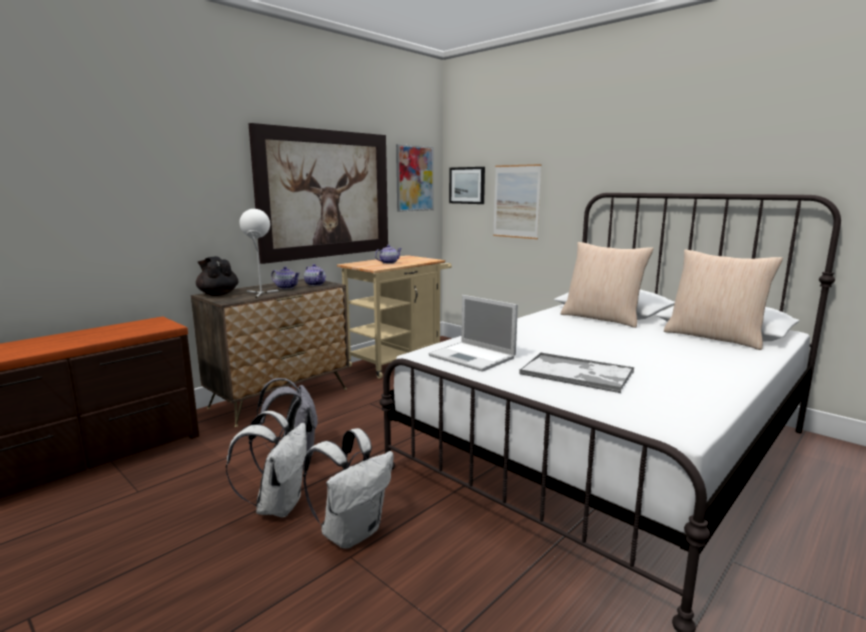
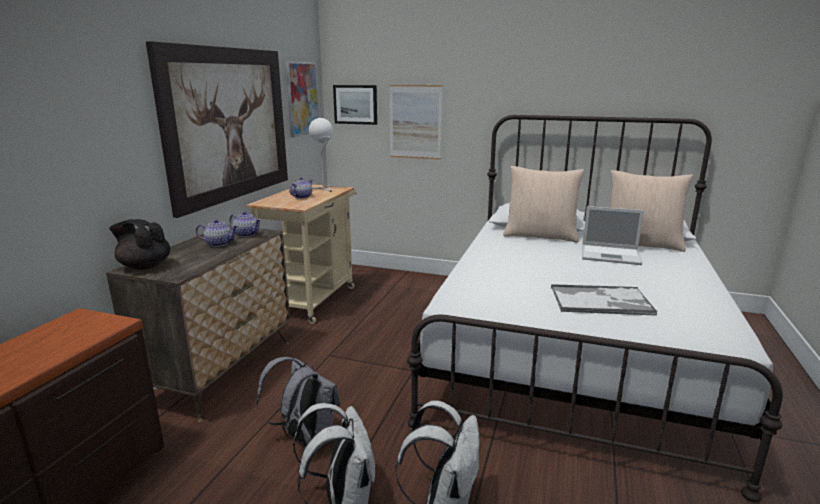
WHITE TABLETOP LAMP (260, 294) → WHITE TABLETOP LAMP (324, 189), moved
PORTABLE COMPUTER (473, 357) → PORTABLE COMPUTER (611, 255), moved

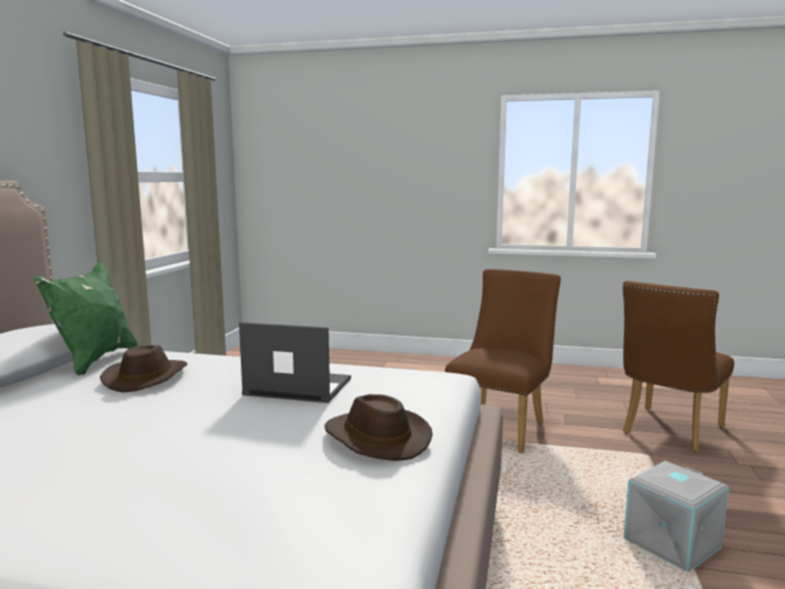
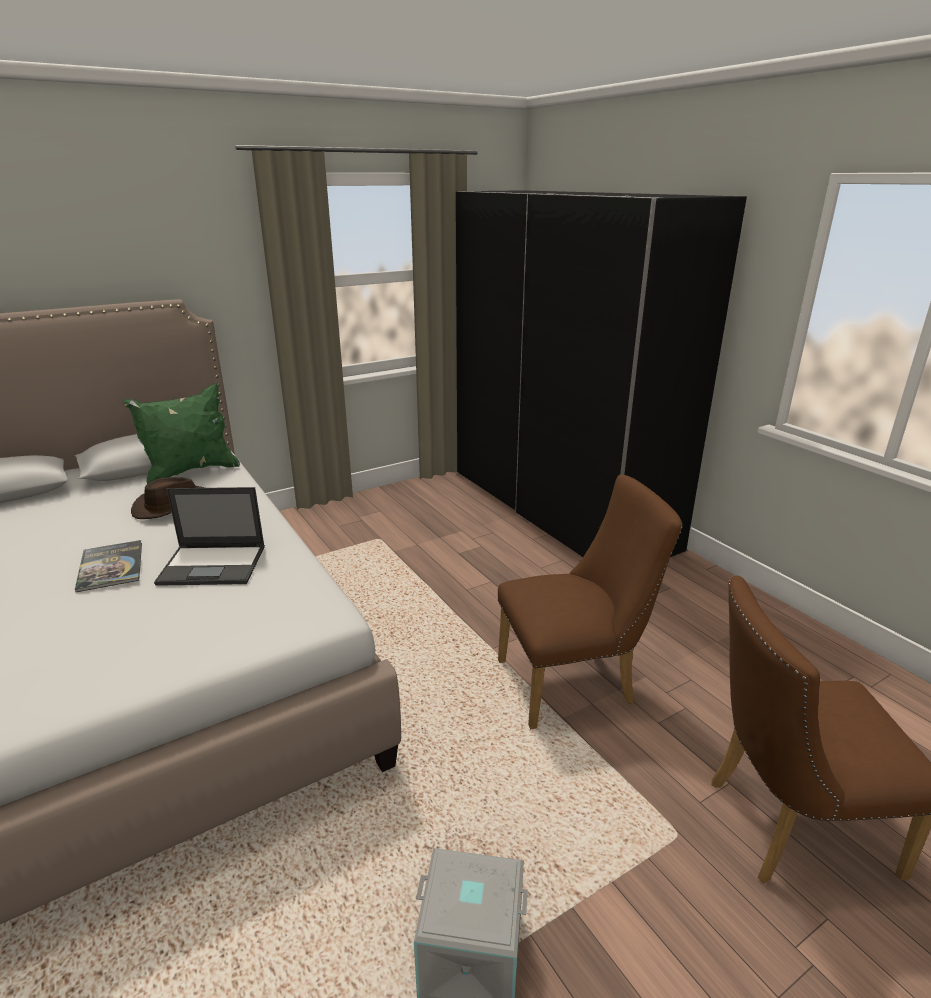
- → VOLUME (111, 566)
PORTABLE COMPUTER (297, 387) → PORTABLE COMPUTER (214, 565), 120 degrees clockwise
- → BLACKISH WARDROBE (555, 507)
BROWN HAT (375, 438) → -

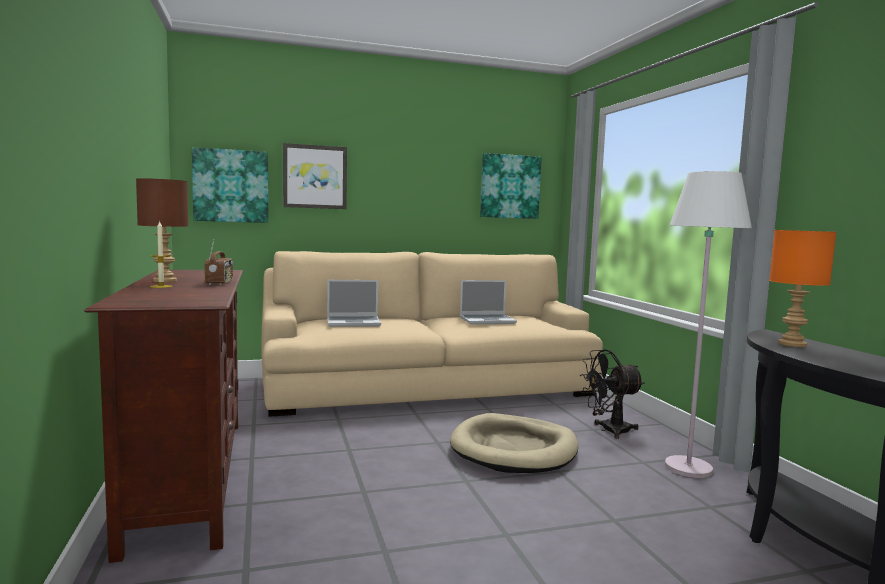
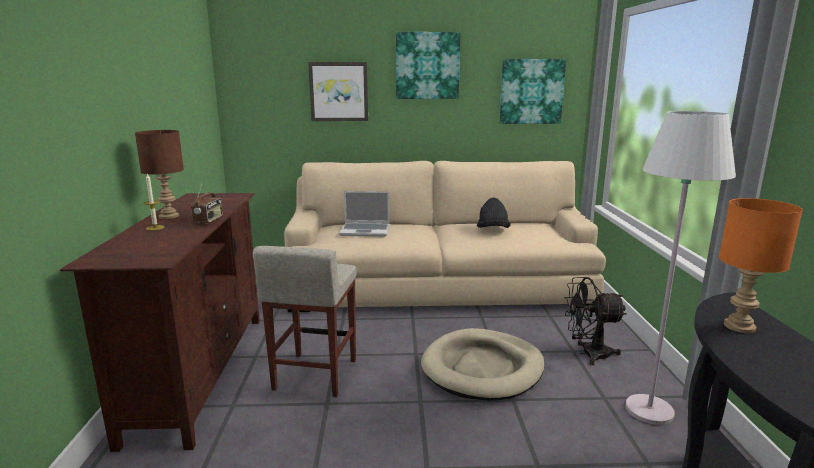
- → SAND-COLOURED SITTING STOOL (315, 375)
PICTURE (231, 186) → PICTURE (427, 66), moved
PORTABLE COMPUTER (487, 320) → BLACKISH HAT (492, 230)

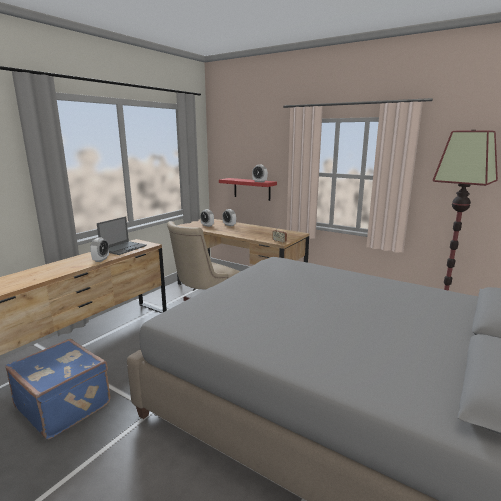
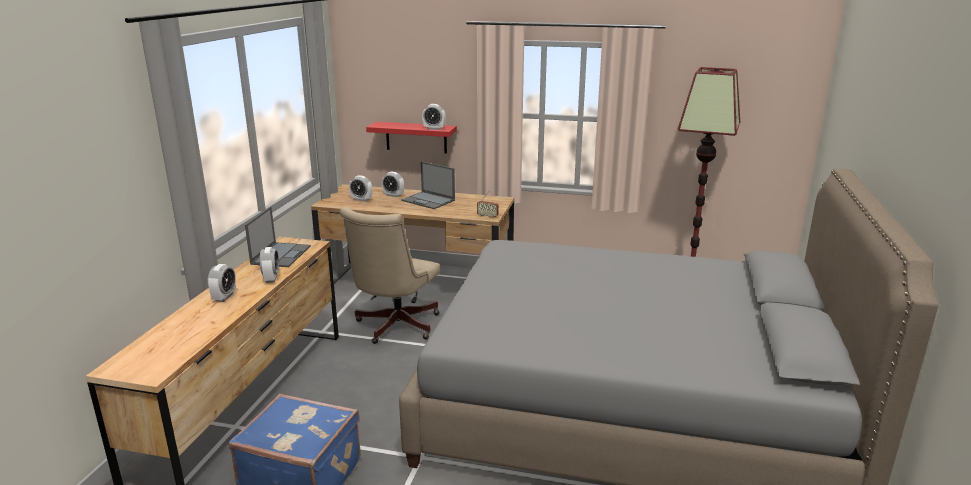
- → ALARM CLOCK (224, 297)
- → PORTABLE COMPUTER (428, 200)

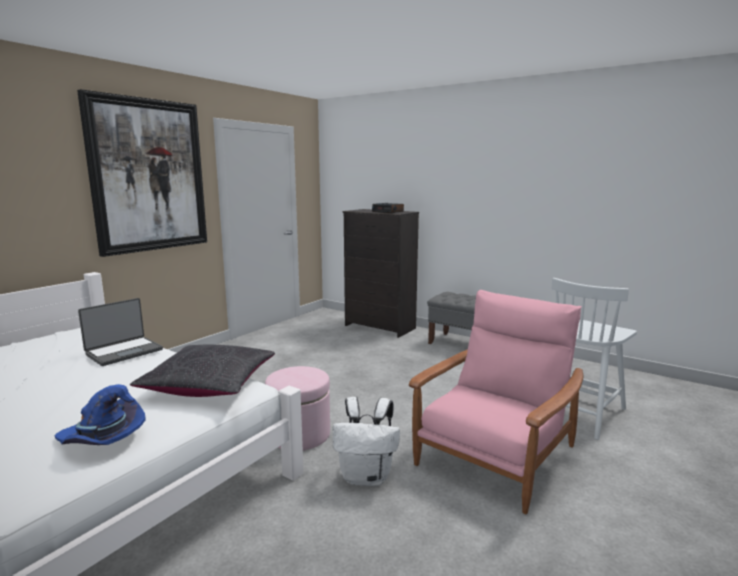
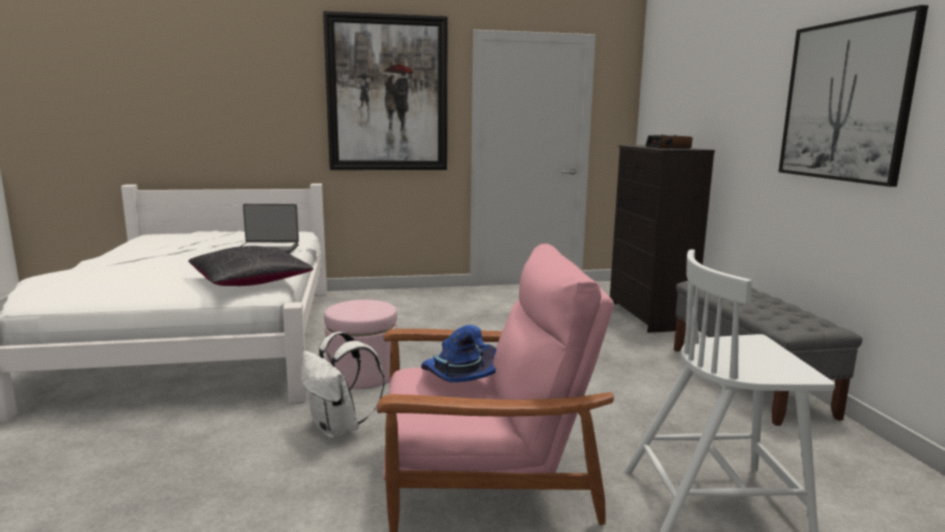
BLUE HAT (102, 439) → BLUE HAT (457, 378), moved
- → PICTURE (845, 101)

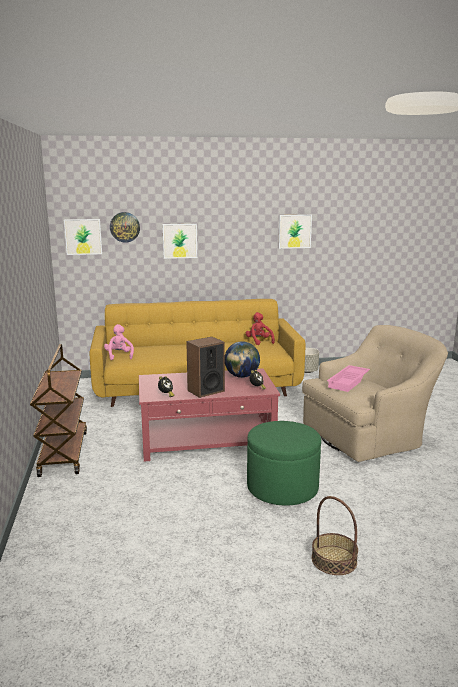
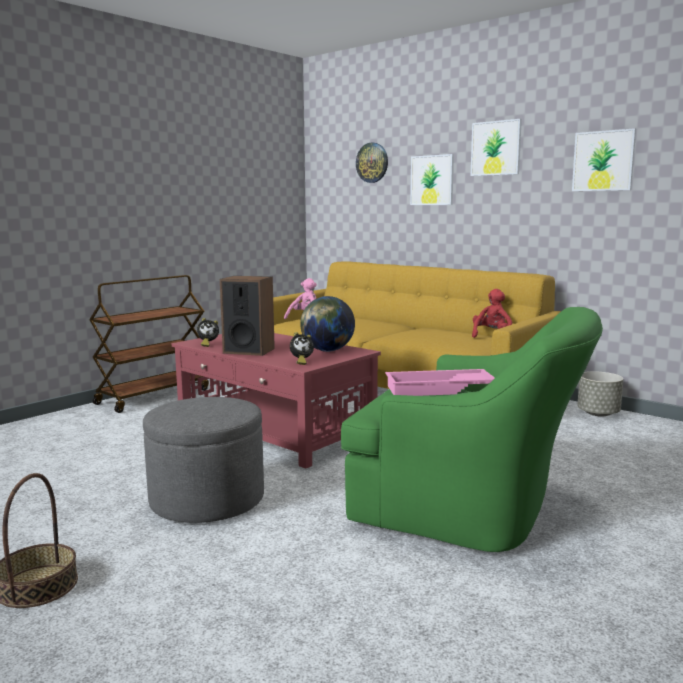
GREEN POUFFE (282, 487) → GRAY POUFFE (207, 500)
SAND-COLOURED EASY CHAIR (369, 435) → GREEN EASY CHAIR (471, 507)
PICTURE (83, 236) → PICTURE (496, 148), moved

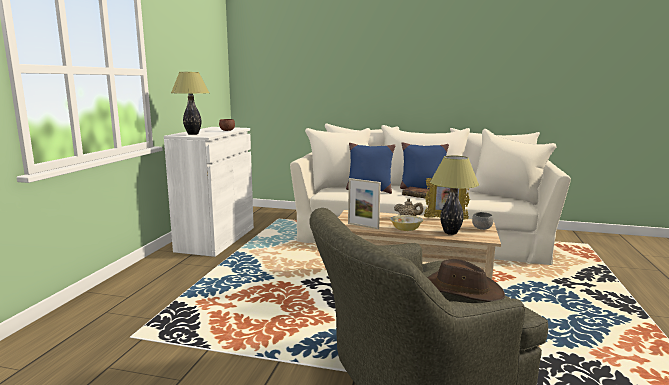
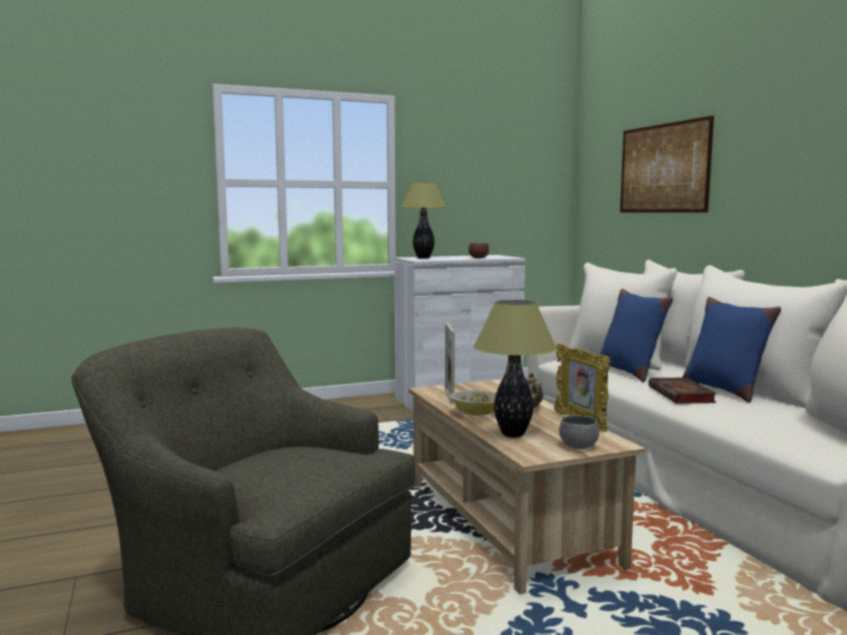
- → PICTURE (663, 168)
BROWN HAT (462, 290) → -

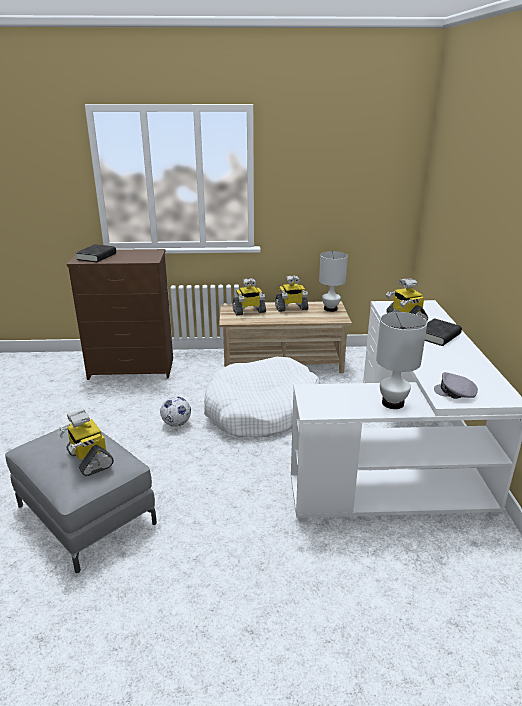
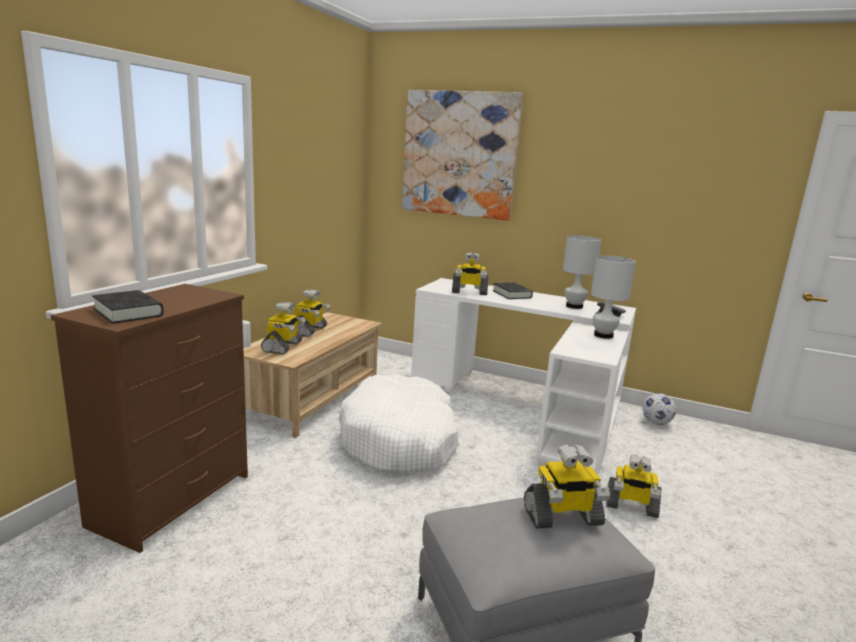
- → PICTURE (459, 154)
WHITE TABLETOP LAMP (330, 309) → WHITE TABLETOP LAMP (574, 306), moved
- → ROBOT FIGURE (631, 506)
FOOTBALL BALL (176, 424) → FOOTBALL BALL (656, 423), moved

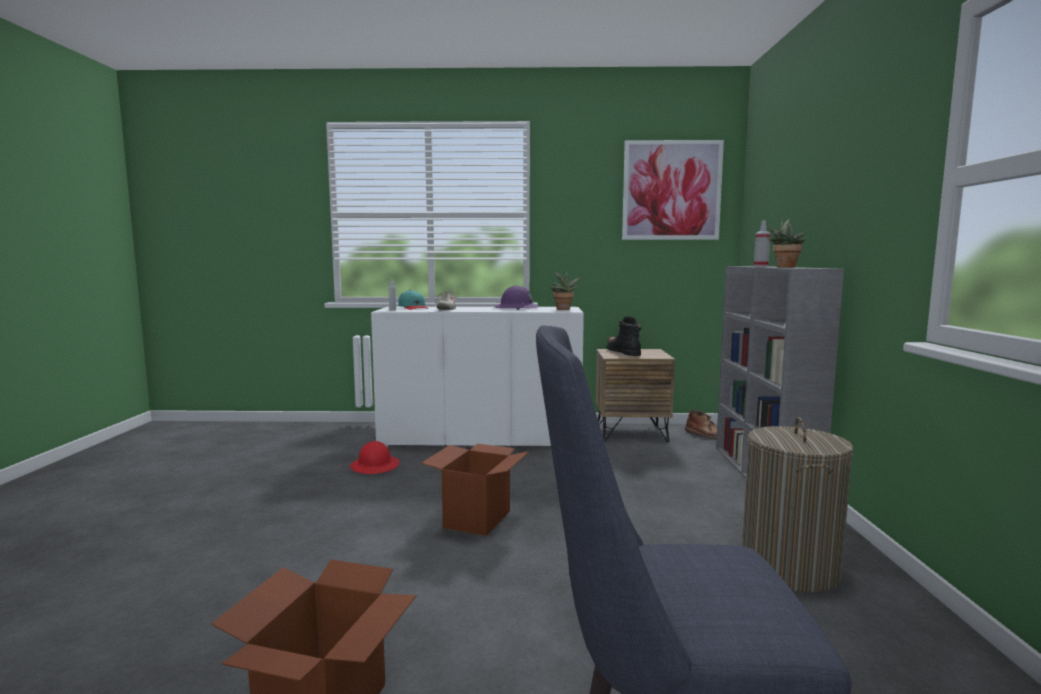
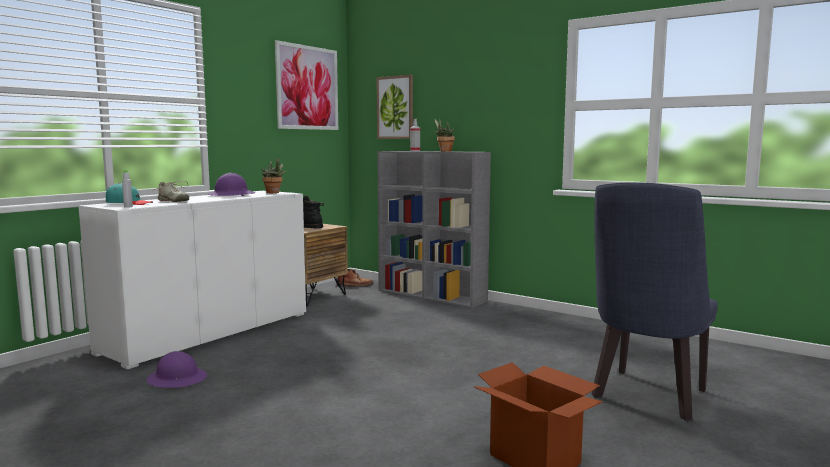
REDDISH HARD HAT (375, 466) → PURPLE-COLOURED HARD HAT (177, 379)
- → PICTURE (395, 107)
PACKING BOX (477, 519) → -
LAUNDRY BASKET (789, 568) → -

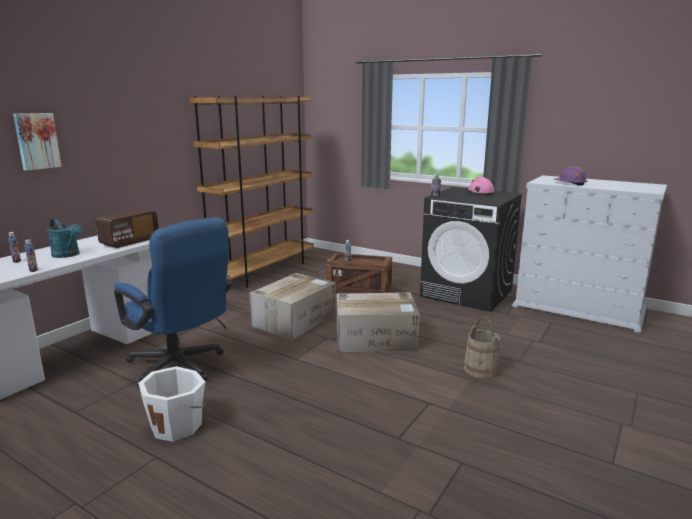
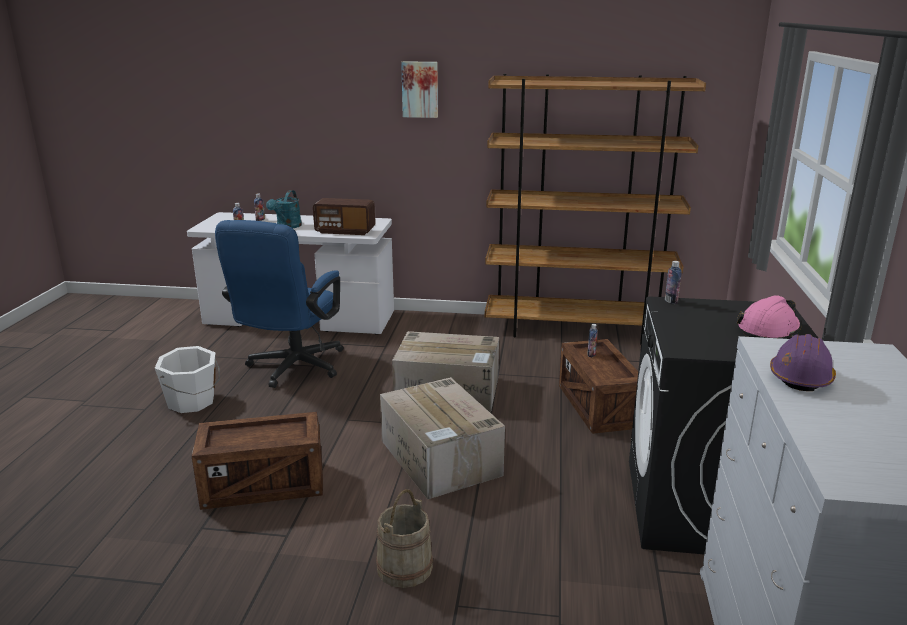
- → SHIPPING CRATE (263, 485)
PICTURE (36, 141) → PICTURE (420, 89), moved

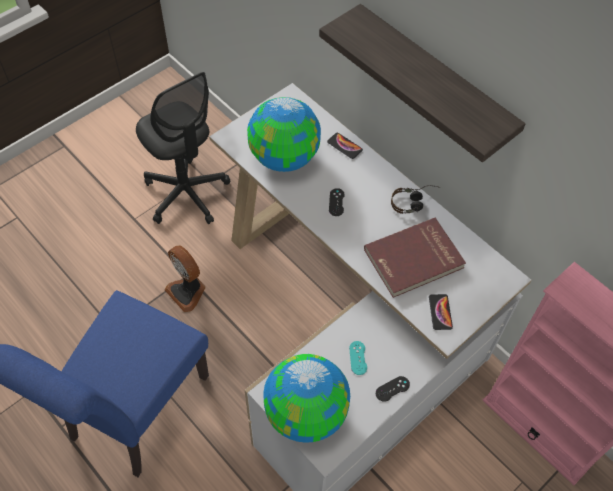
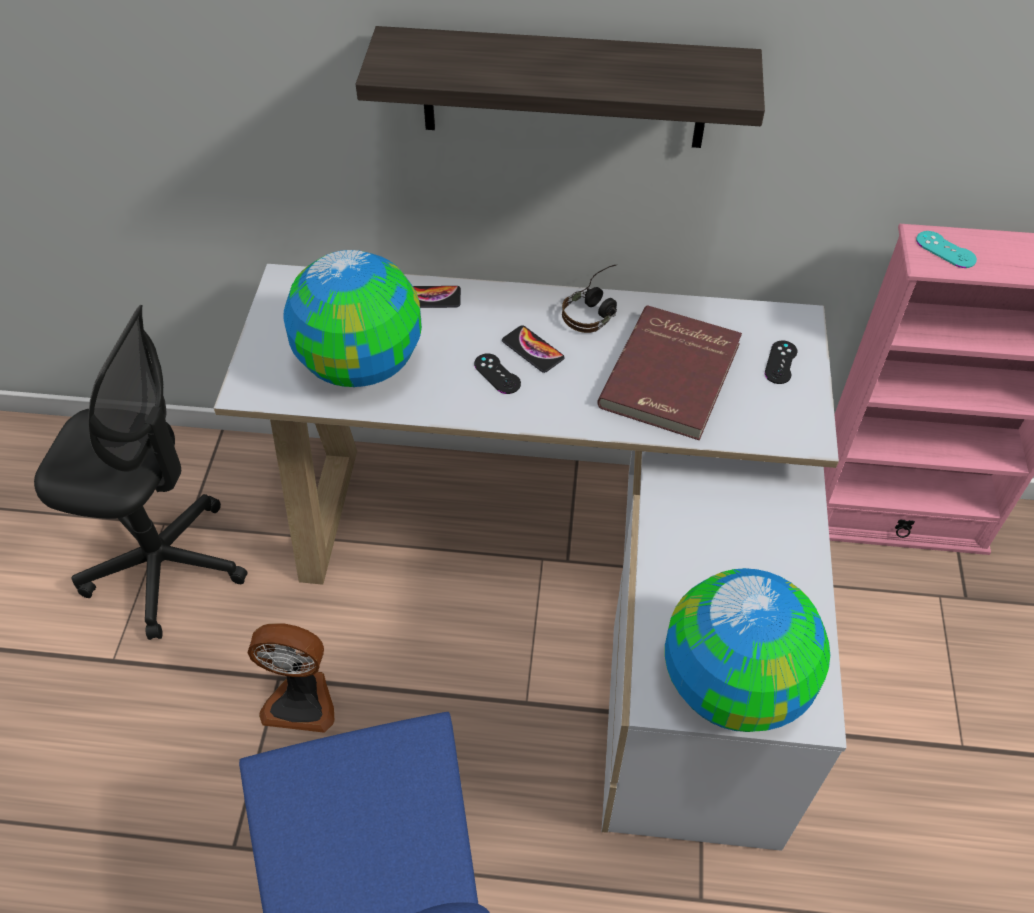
PHONE (440, 312) → PHONE (533, 349), moved
BLACKISH GAME CONTROLLER (392, 389) → BLACKISH GAME CONTROLLER (780, 362), moved
BLUE-GREEN GAME CONTROLLER (358, 358) → BLUE-GREEN GAME CONTROLLER (945, 250), moved

